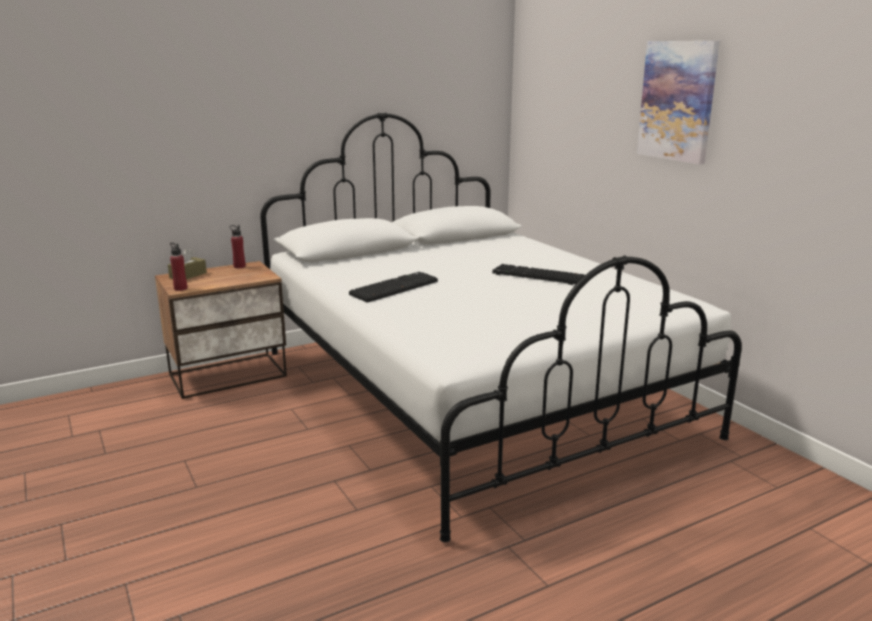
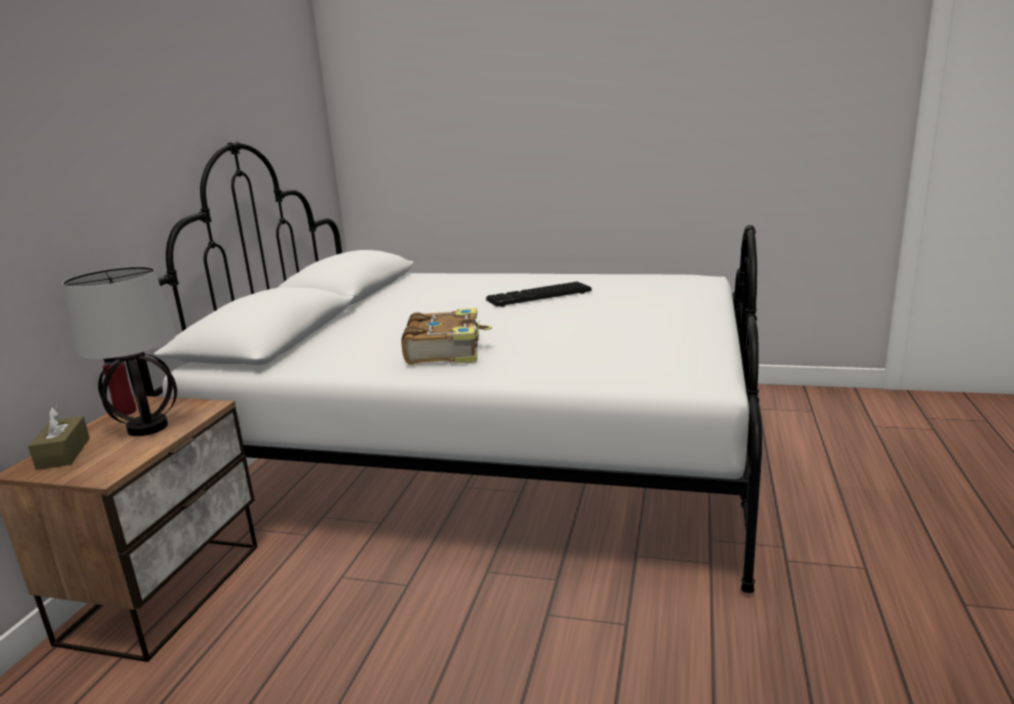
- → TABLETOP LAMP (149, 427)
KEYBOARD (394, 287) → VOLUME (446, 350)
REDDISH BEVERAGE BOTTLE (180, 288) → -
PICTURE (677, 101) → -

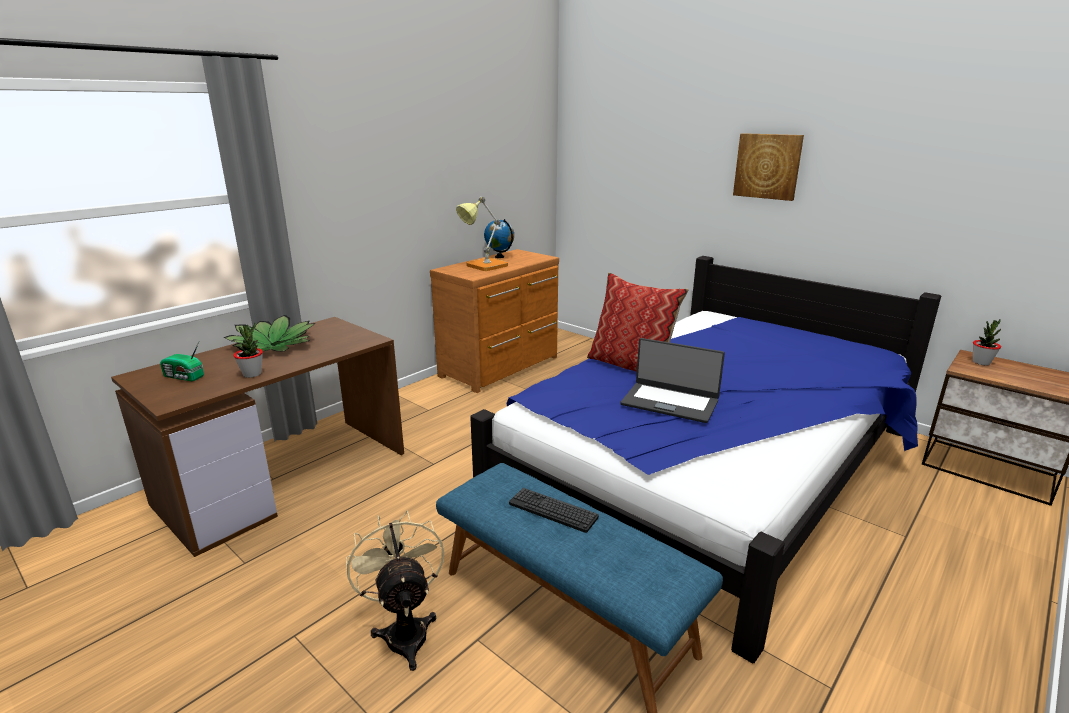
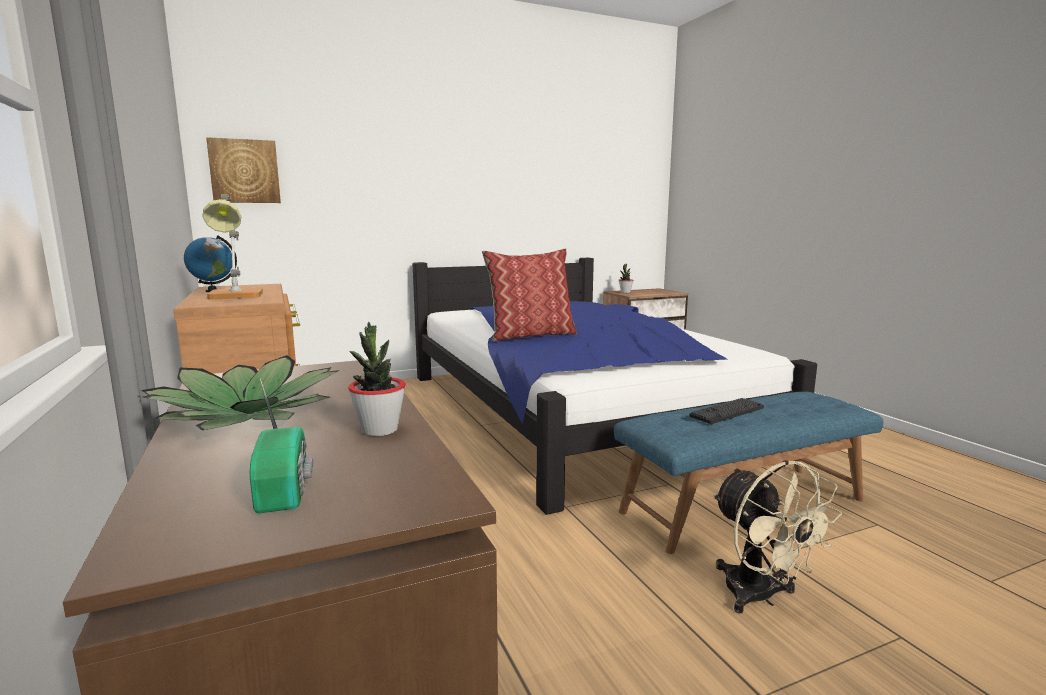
PICTURE (767, 166) → PICTURE (244, 171), moved
RADIO (184, 377) → RADIO (286, 487), 60 degrees counterclockwise
SAND-COLOURED COOLING FAN (405, 630) → SAND-COLOURED COOLING FAN (760, 597), 120 degrees counterclockwise
PORTABLE COMPUTER (670, 402) → -

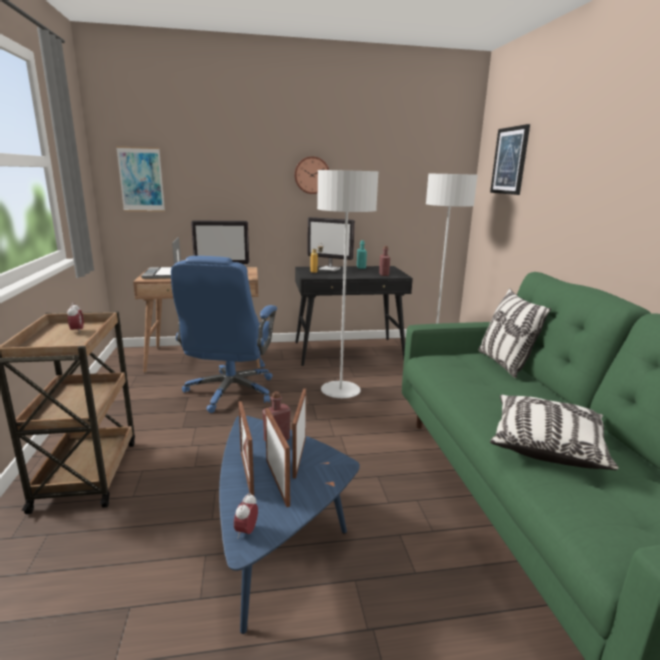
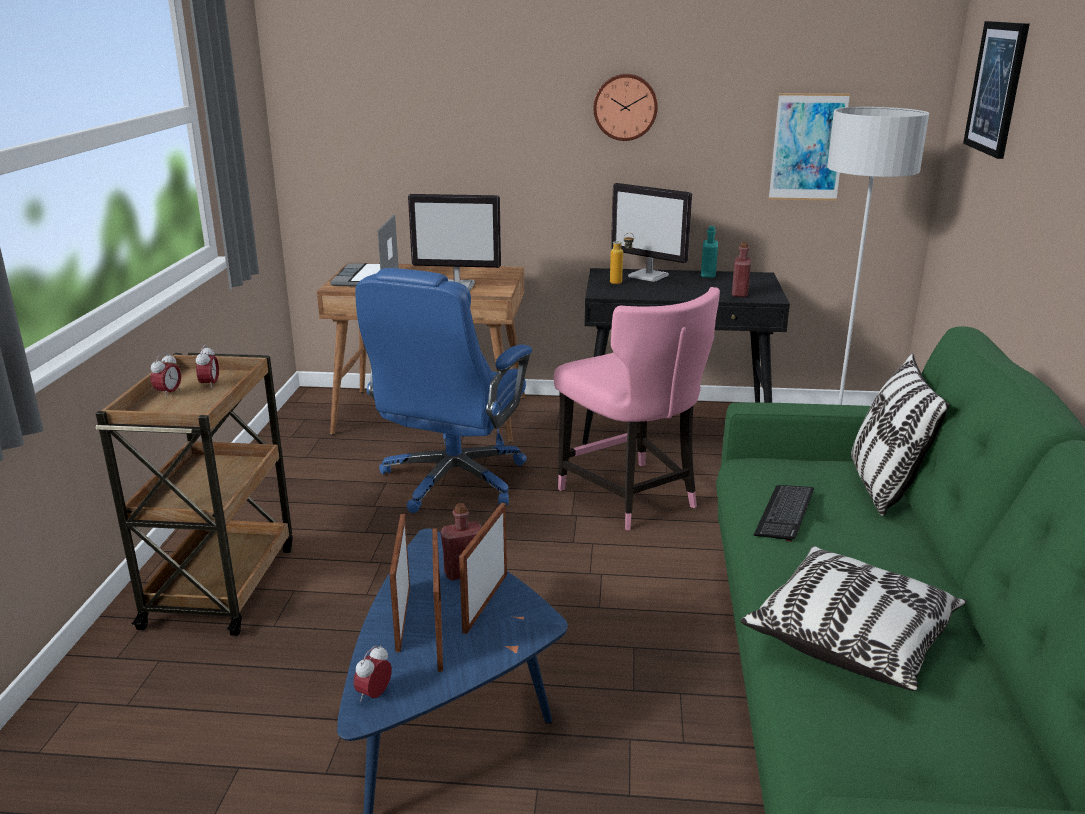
- → ALARM CLOCK (169, 393)
GRAY STANDING LAMP (340, 391) → PINKISH CHAIR (631, 498)
- → KEYBOARD (784, 514)
PICTURE (141, 179) → PICTURE (808, 147), moved

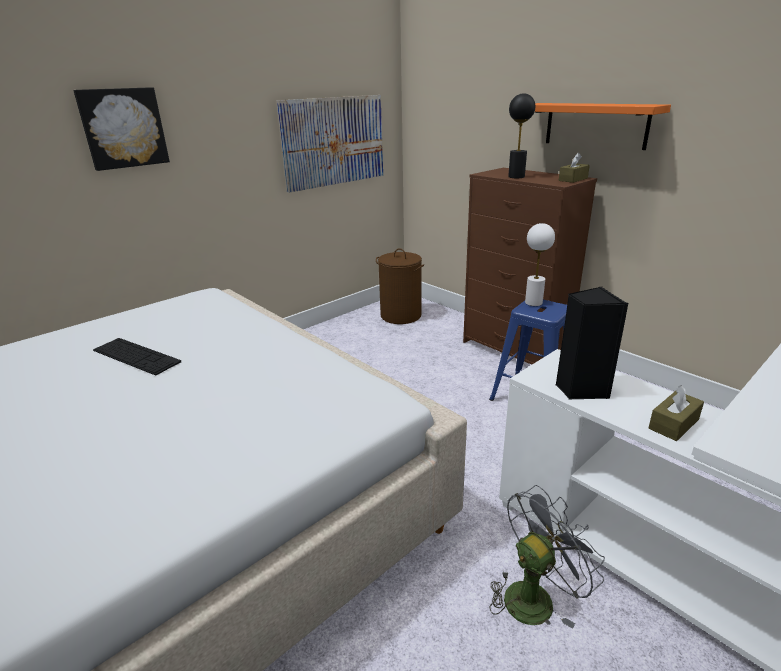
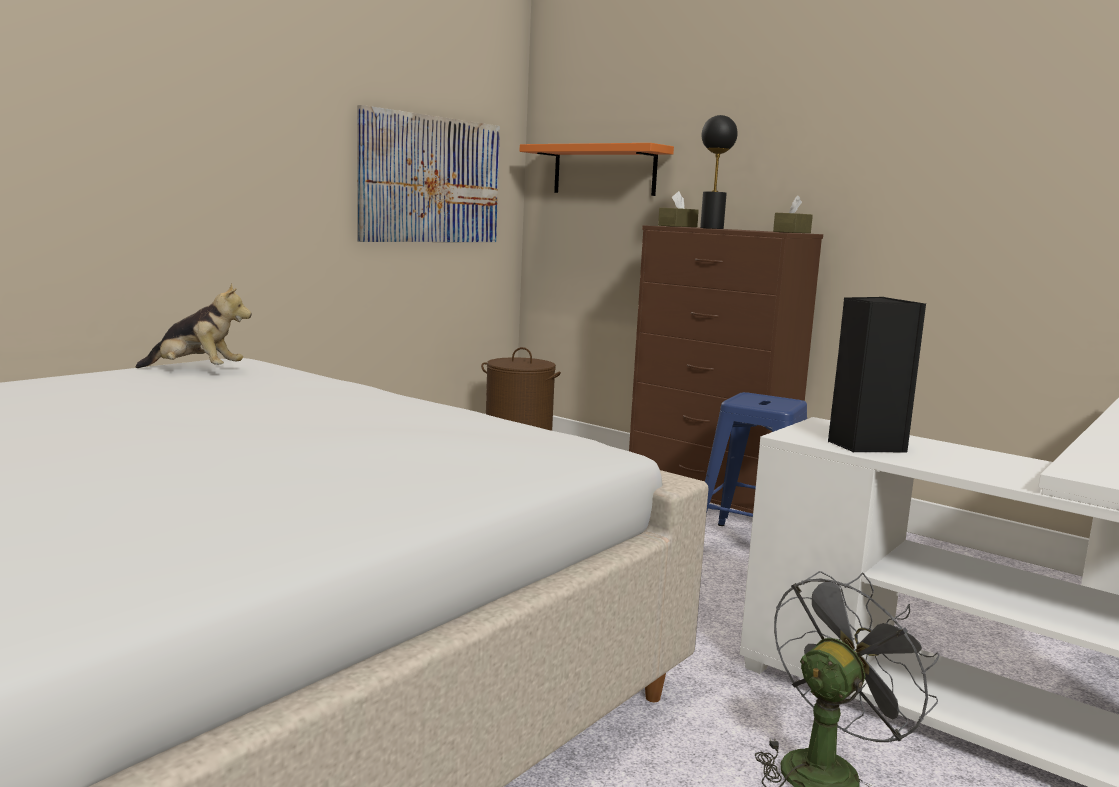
- → CUDDLY TOY (195, 371)
ORANGEY SHELF (595, 125) → ORANGEY SHELF (604, 170), moved
BROWN TISSUE HOLDER (673, 424) → BROWN TISSUE HOLDER (677, 226), moved
PICTURE (123, 128) → -
KEYBOARD (136, 356) → -
WHITE TABLETOP LAMP (533, 303) → -

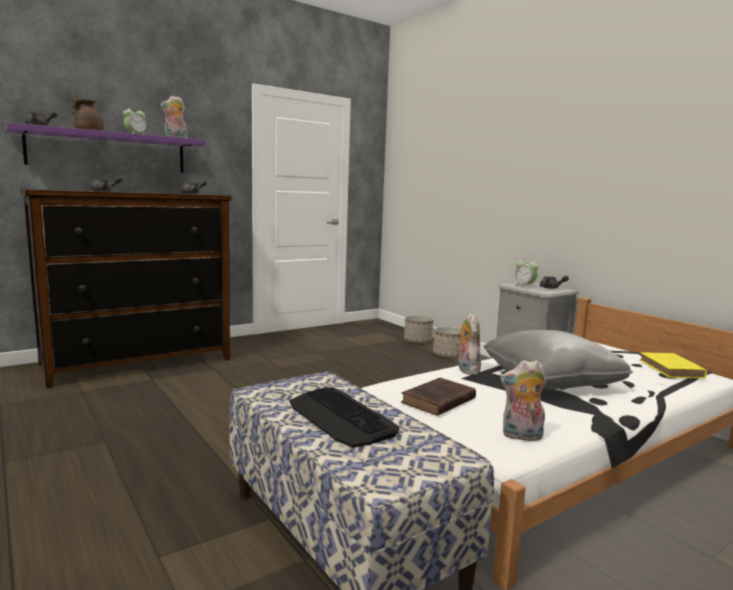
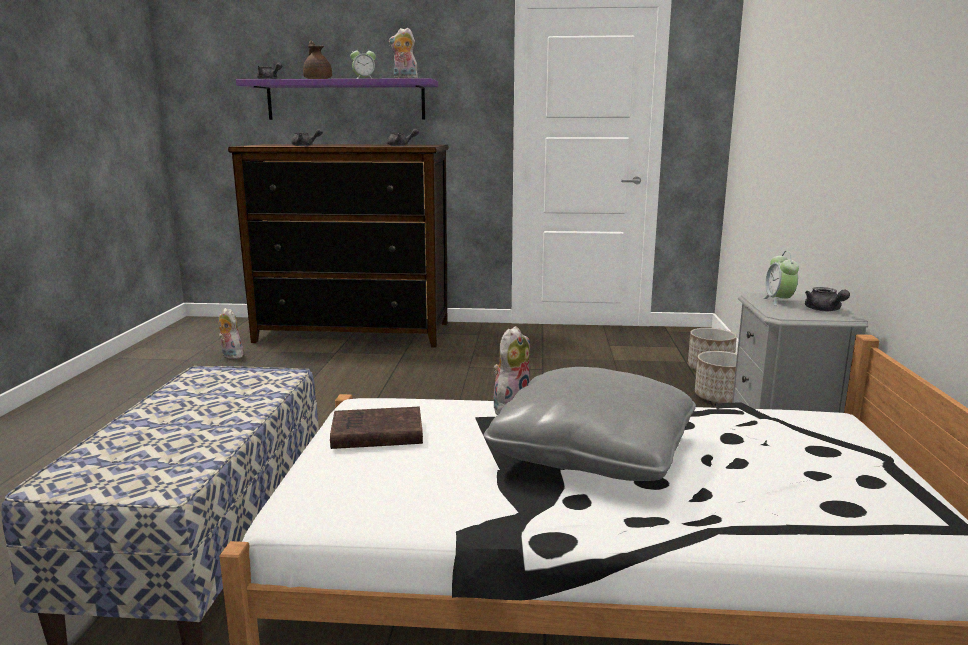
CUDDLY TOY (521, 436) → CUDDLY TOY (230, 356), moved
KEYBOARD (340, 417) → -
YELLOW VOLUME (672, 369) → -

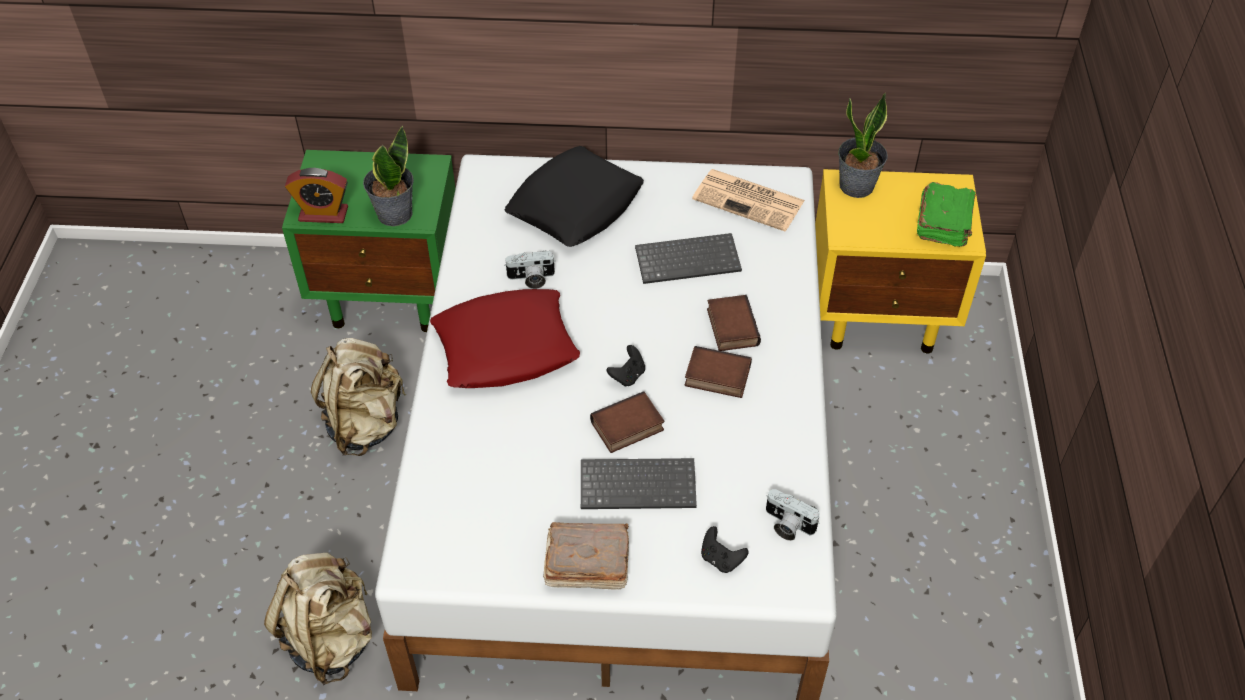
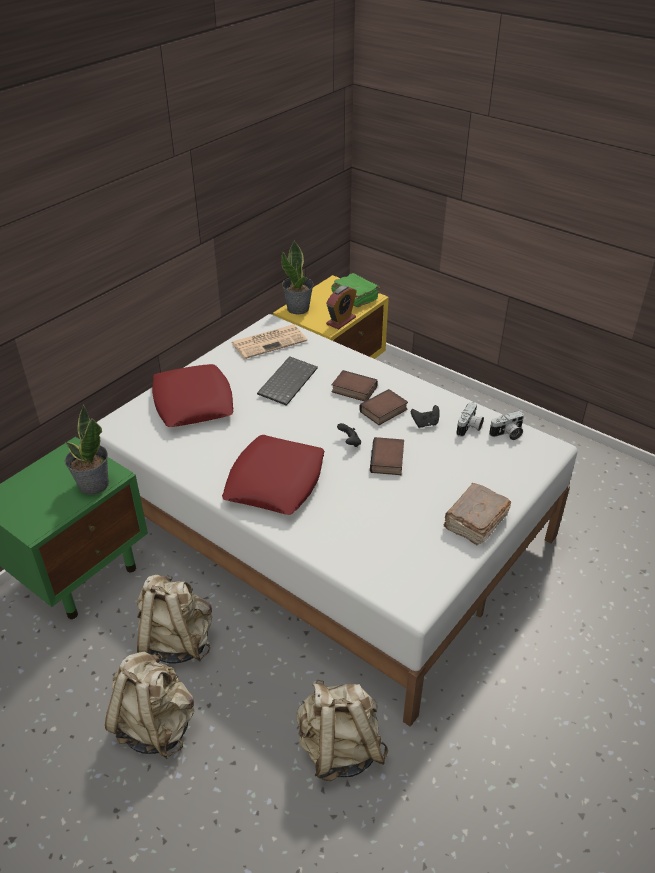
- → SAND-COLOURED RUCKSACK (156, 725)
BLACKISH THROW PILLOW (575, 205) → REDDISH THROW PILLOW (193, 402)
ALARM CLOCK (323, 214) → ALARM CLOCK (341, 321), moved
BLACKISH GAME CONTROLLER (721, 559) → BLACKISH GAME CONTROLLER (425, 423), moved
PHOTO CAMERA (531, 279) → PHOTO CAMERA (469, 428), moved
KEYBOARD (639, 484) → -

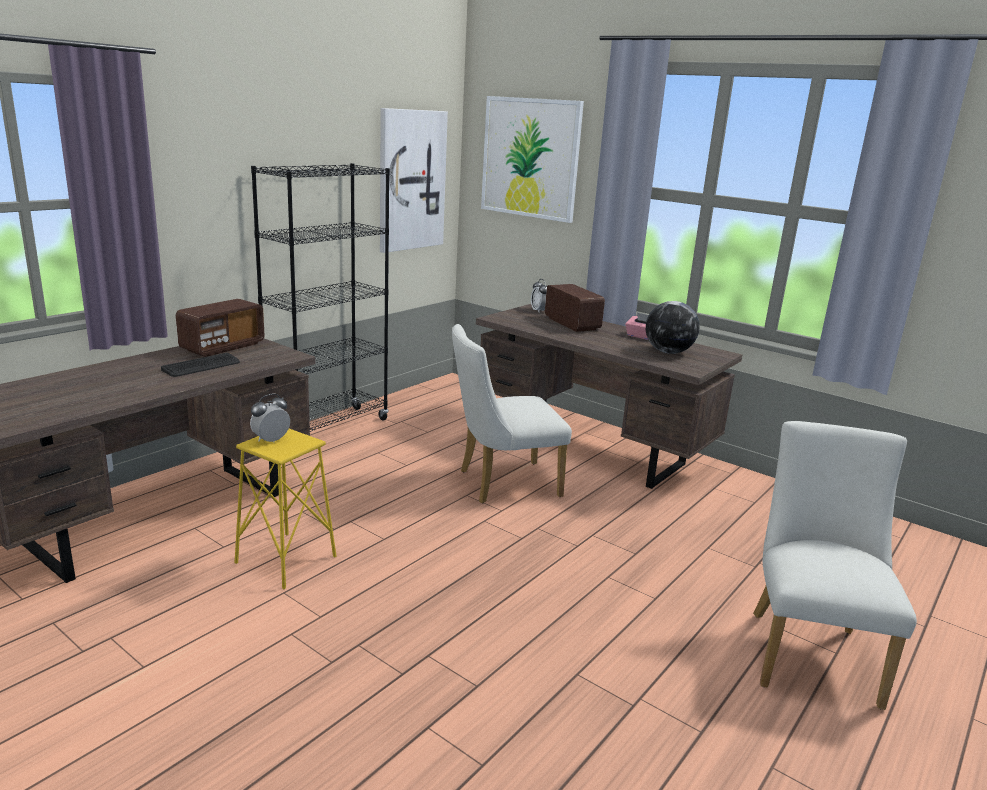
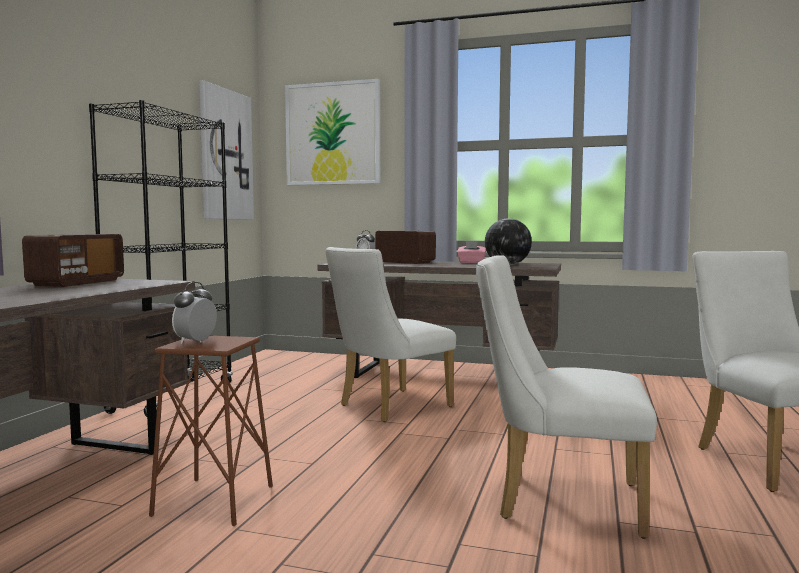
YELLOW SITTING STOOL (285, 560) → BROWN SITTING STOOL (214, 501)
- → WHITE CHAIR (557, 500)
KEYBOARD (201, 366) → -

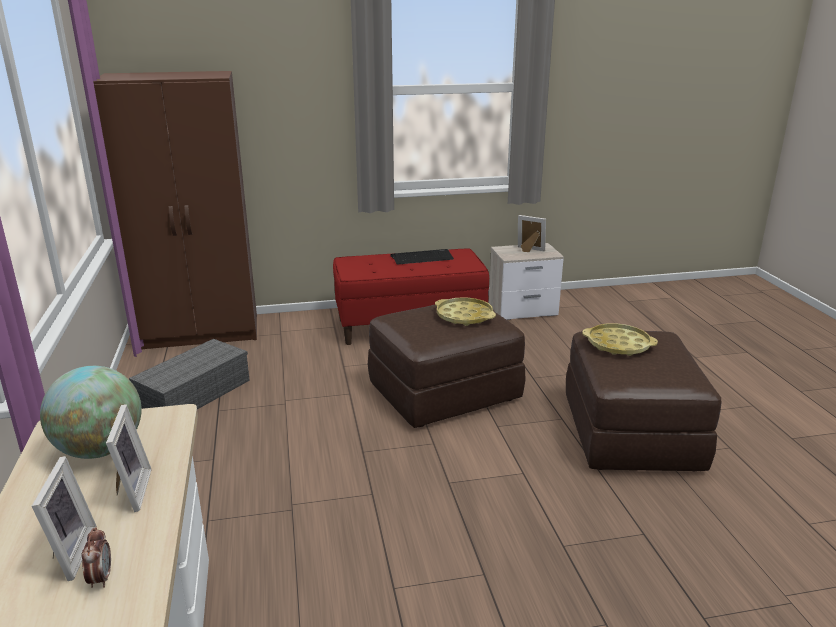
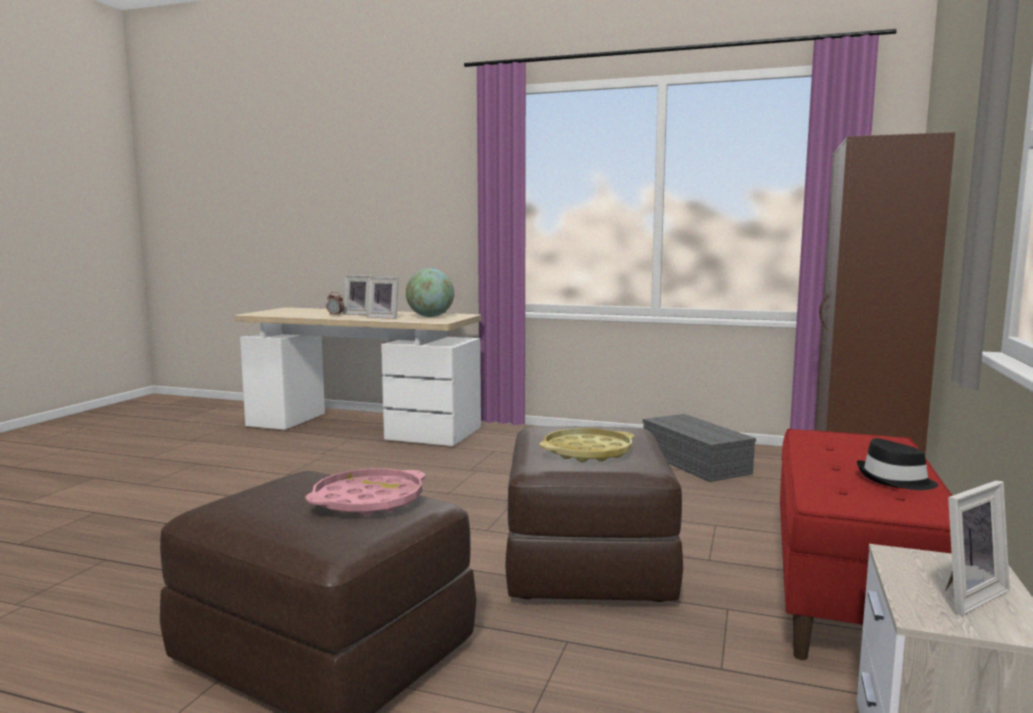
YELLOW CARRYING TRAY (618, 345) → PINKISH CARRYING TRAY (368, 501)
KEYBOARD (422, 258) → BLACKISH HAT (895, 480)

